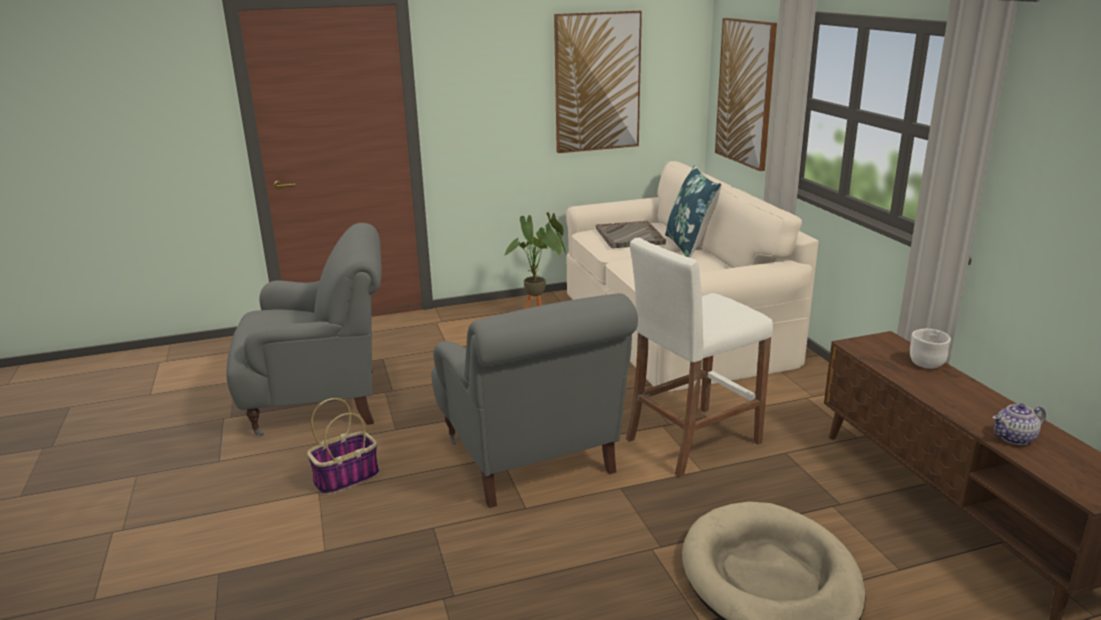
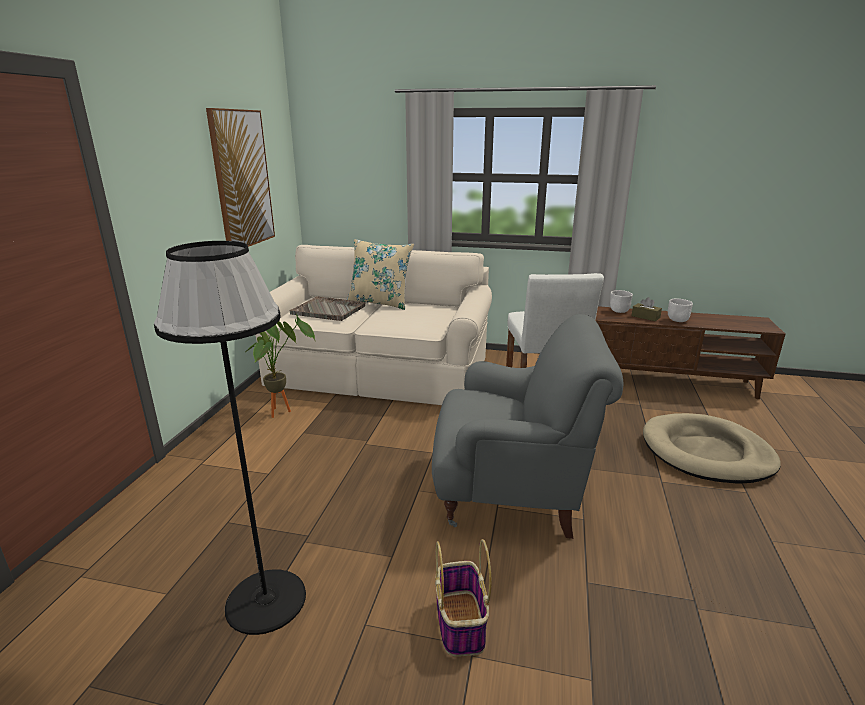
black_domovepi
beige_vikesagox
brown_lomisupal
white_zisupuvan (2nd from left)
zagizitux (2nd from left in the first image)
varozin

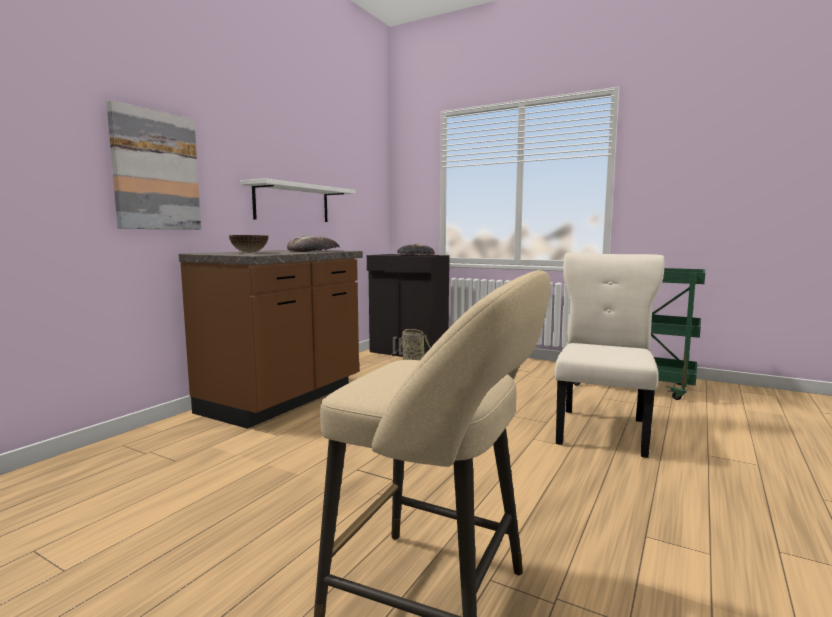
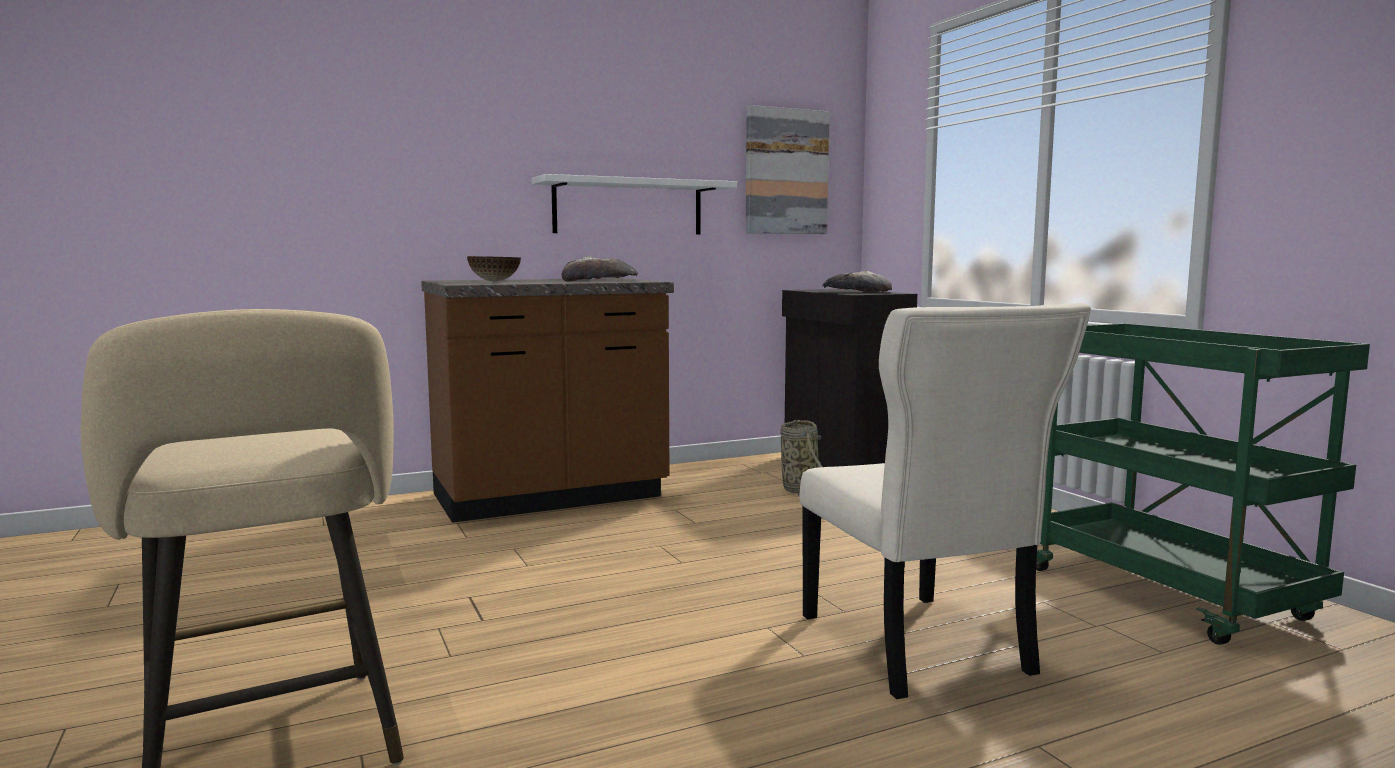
zagizitux
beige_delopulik

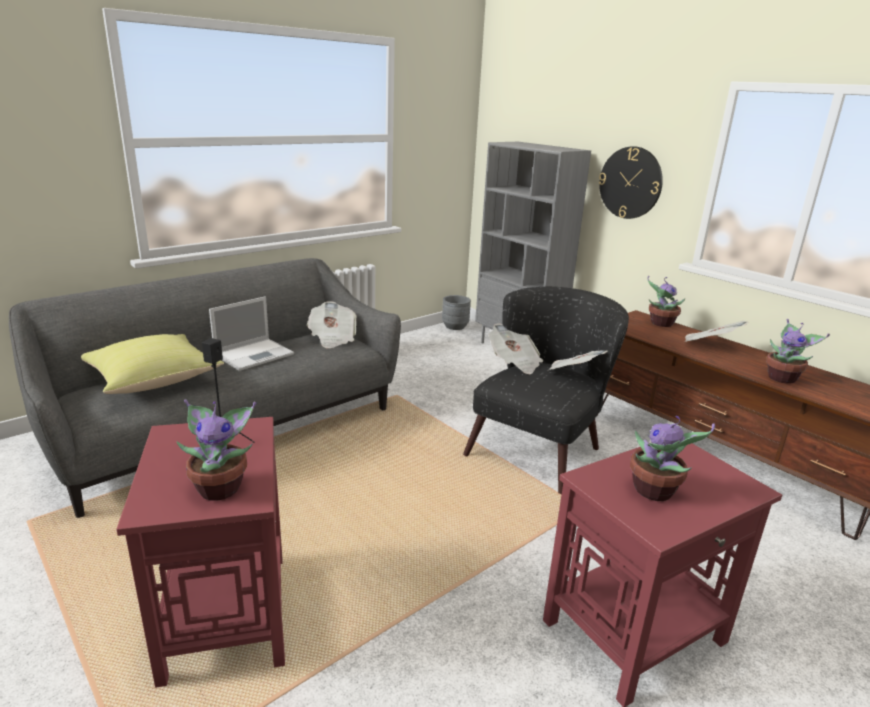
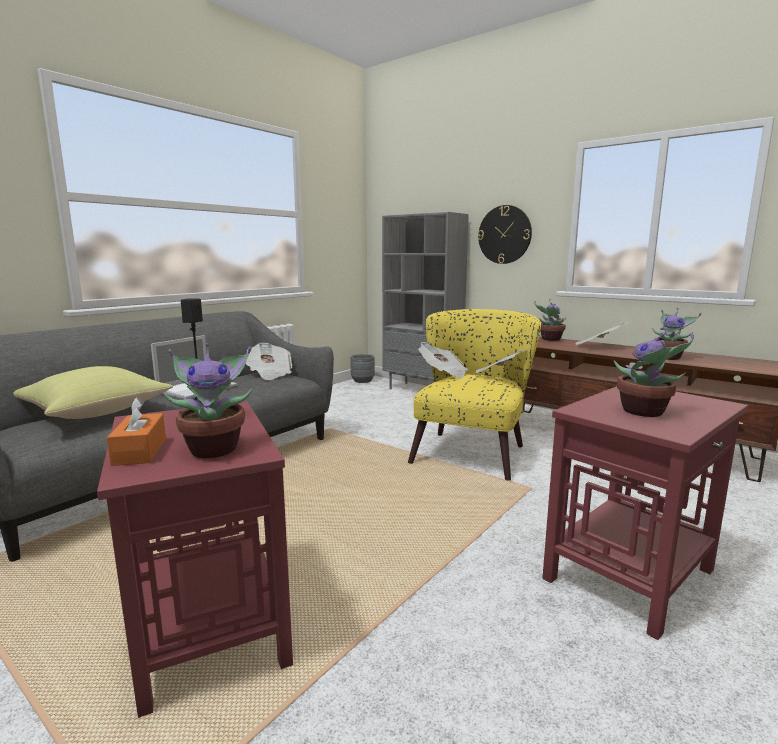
orange_lomisupal
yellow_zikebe

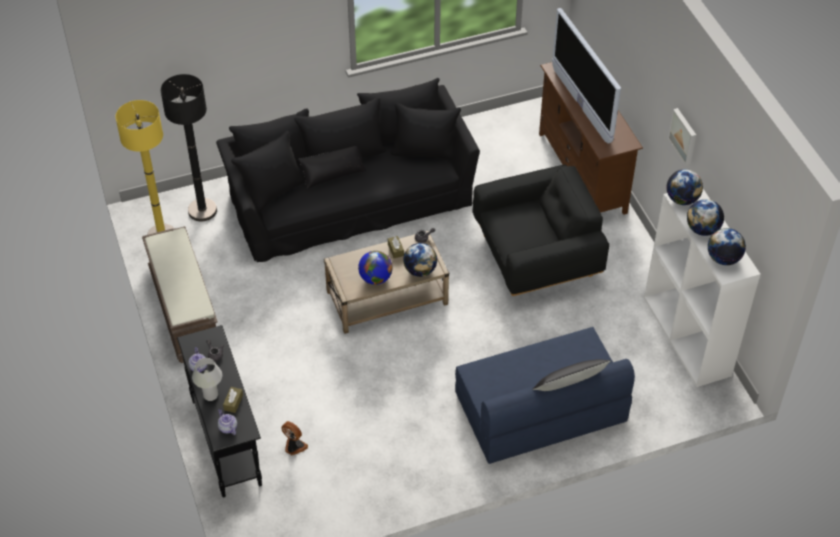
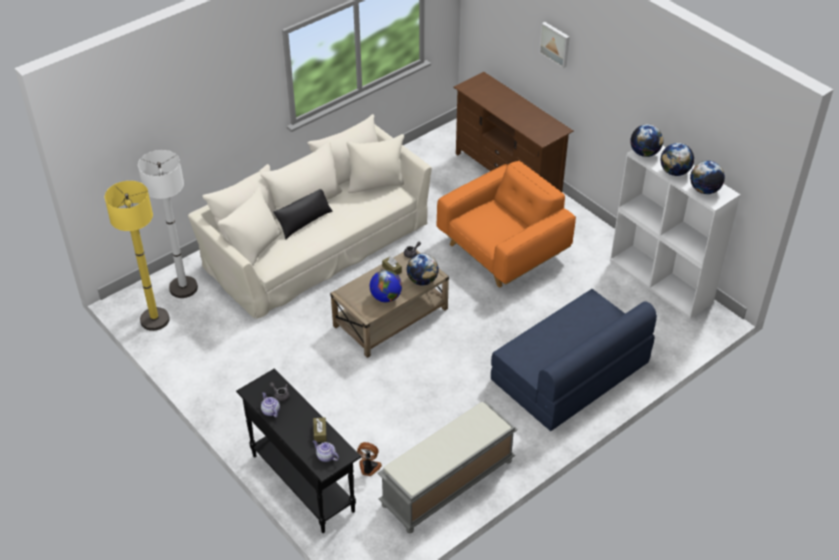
white_domovepi
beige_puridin
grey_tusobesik
orange_zikebe
zagizitux
brown_tusobesik
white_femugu
black_vikesagox (2nd from left in the first image)
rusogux

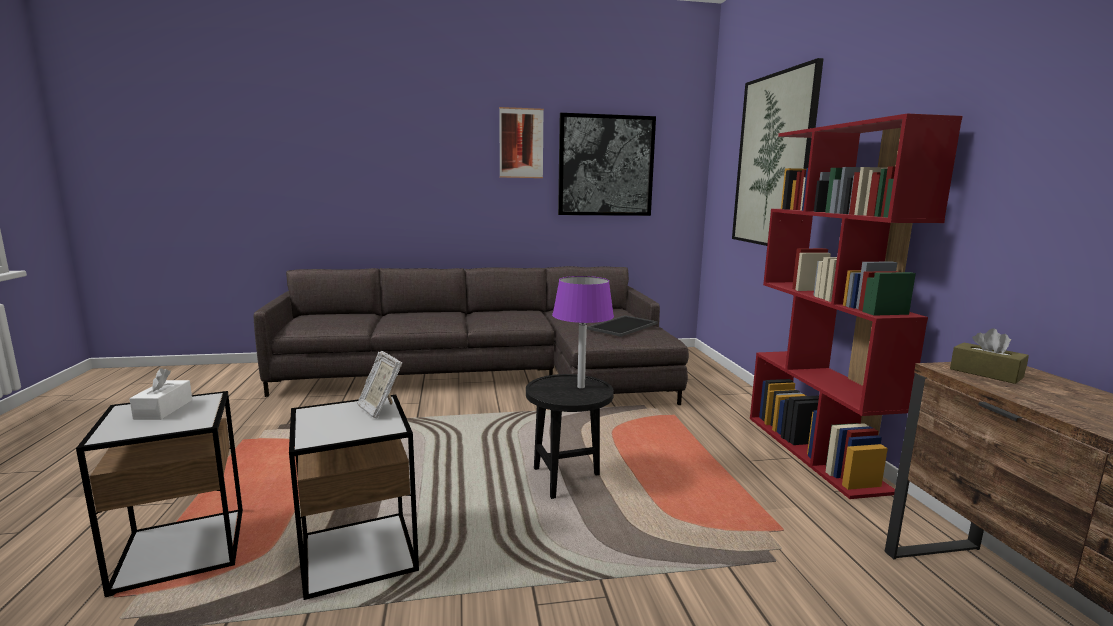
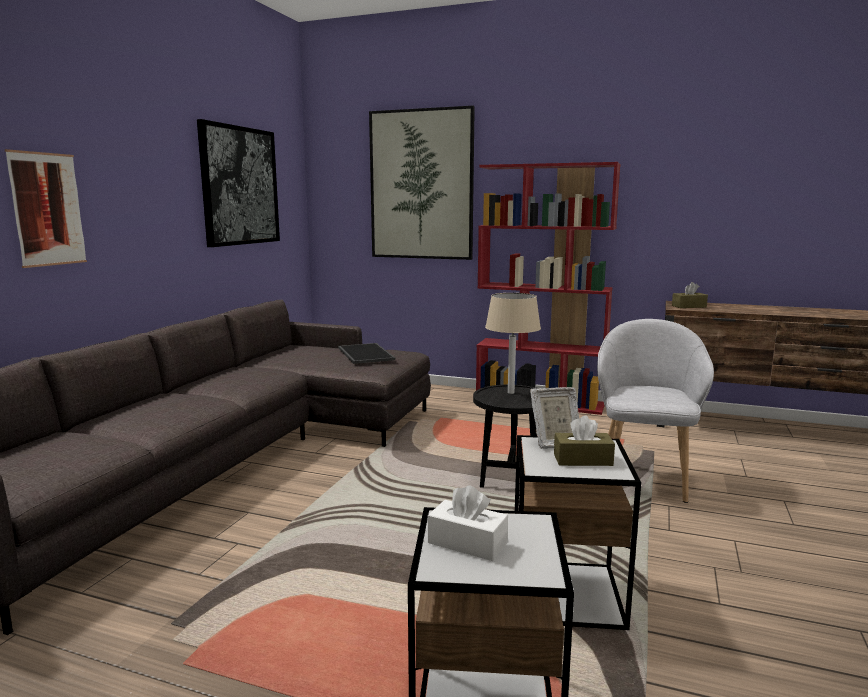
zagizitux (1st from left)
beige_femugu
brown_lomisupal (1st from left)
grey_zikebe

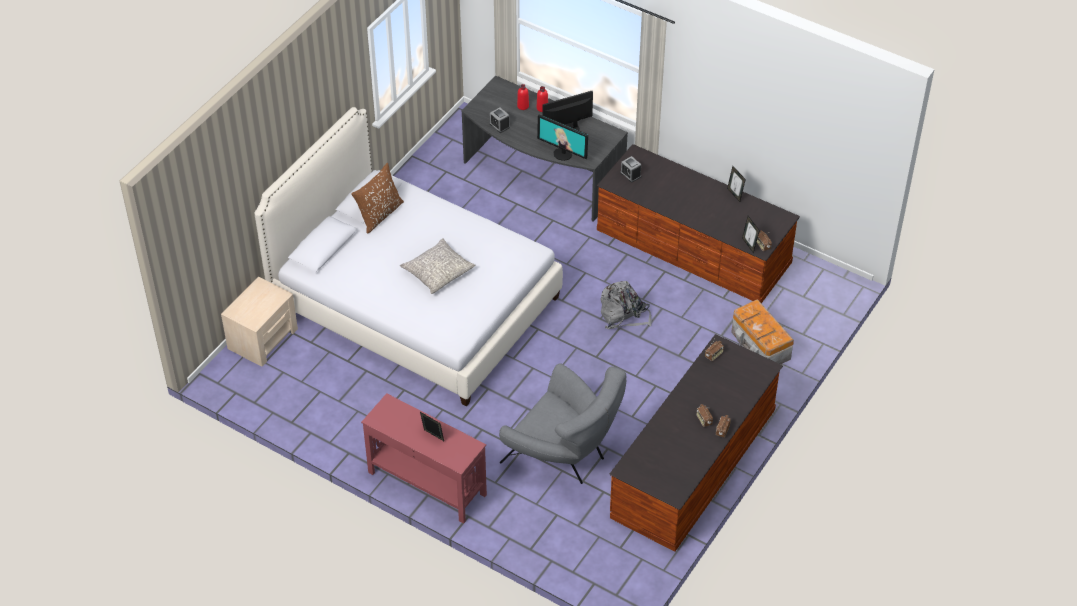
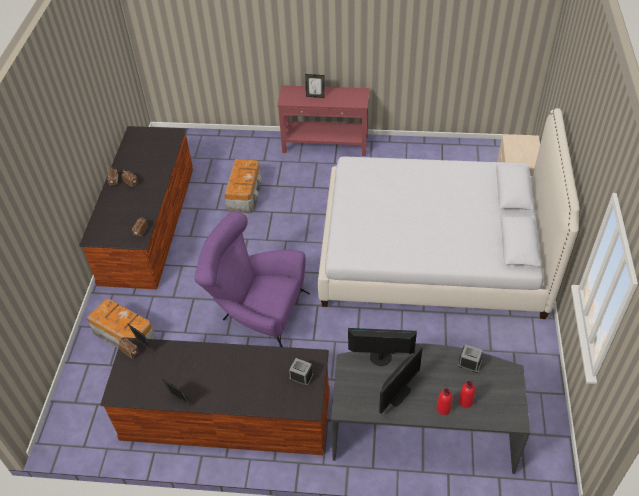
purple_zikebe
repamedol (2nd from left)
brown_vikesagox
grey_vikesagox

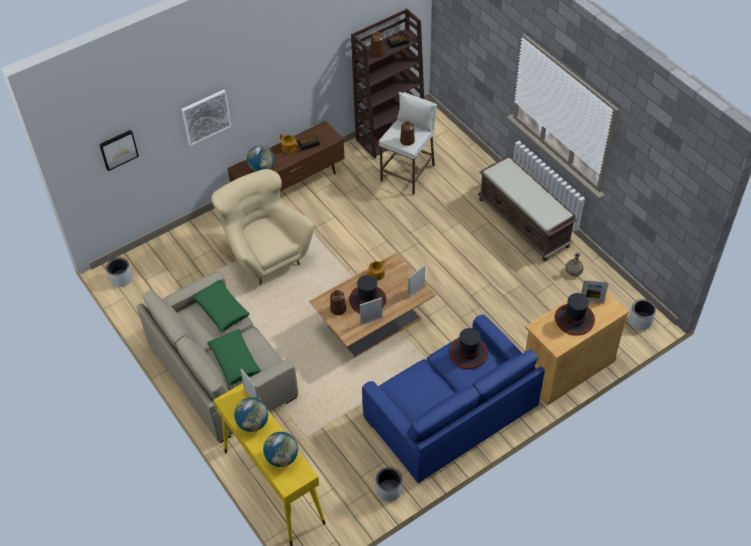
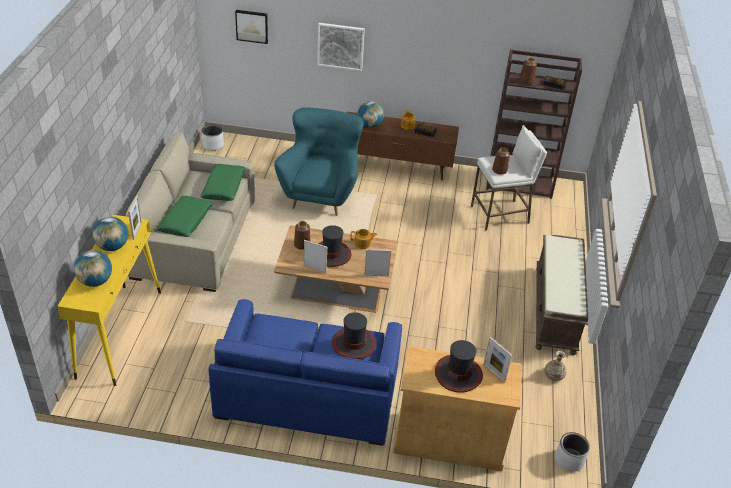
turquoise_zikebe
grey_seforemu (2nd from left in the first image)

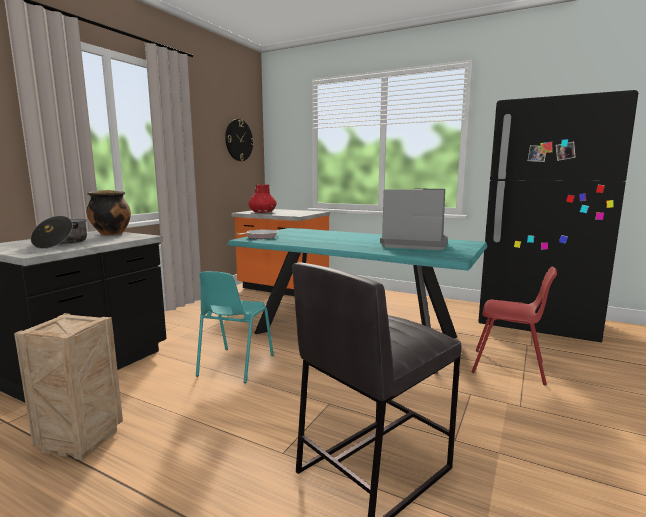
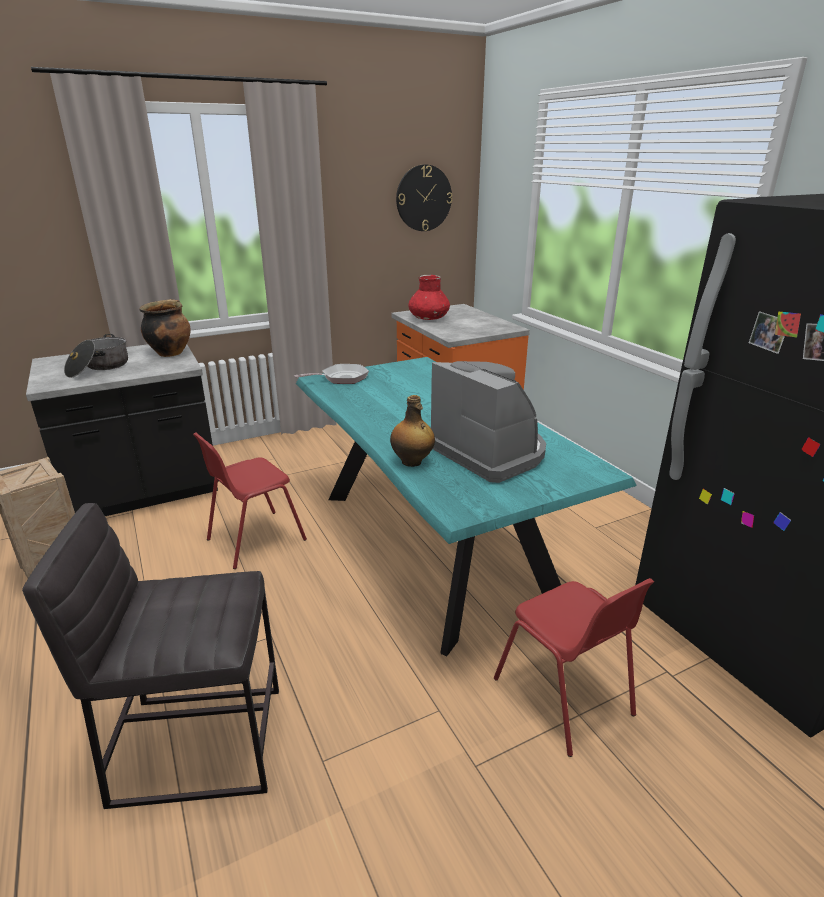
red_delopulik (1st from left)
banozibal

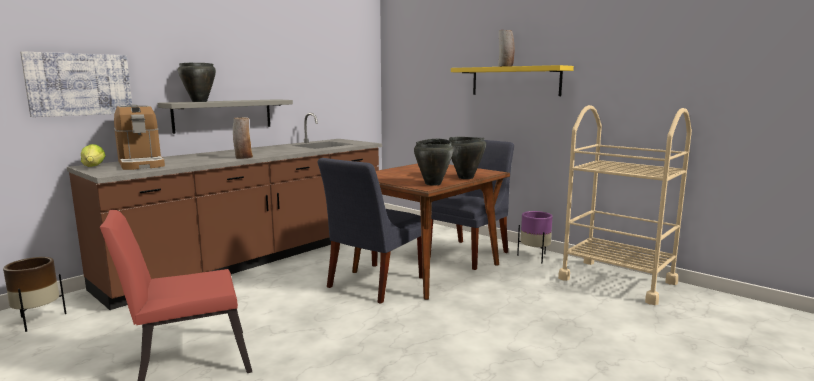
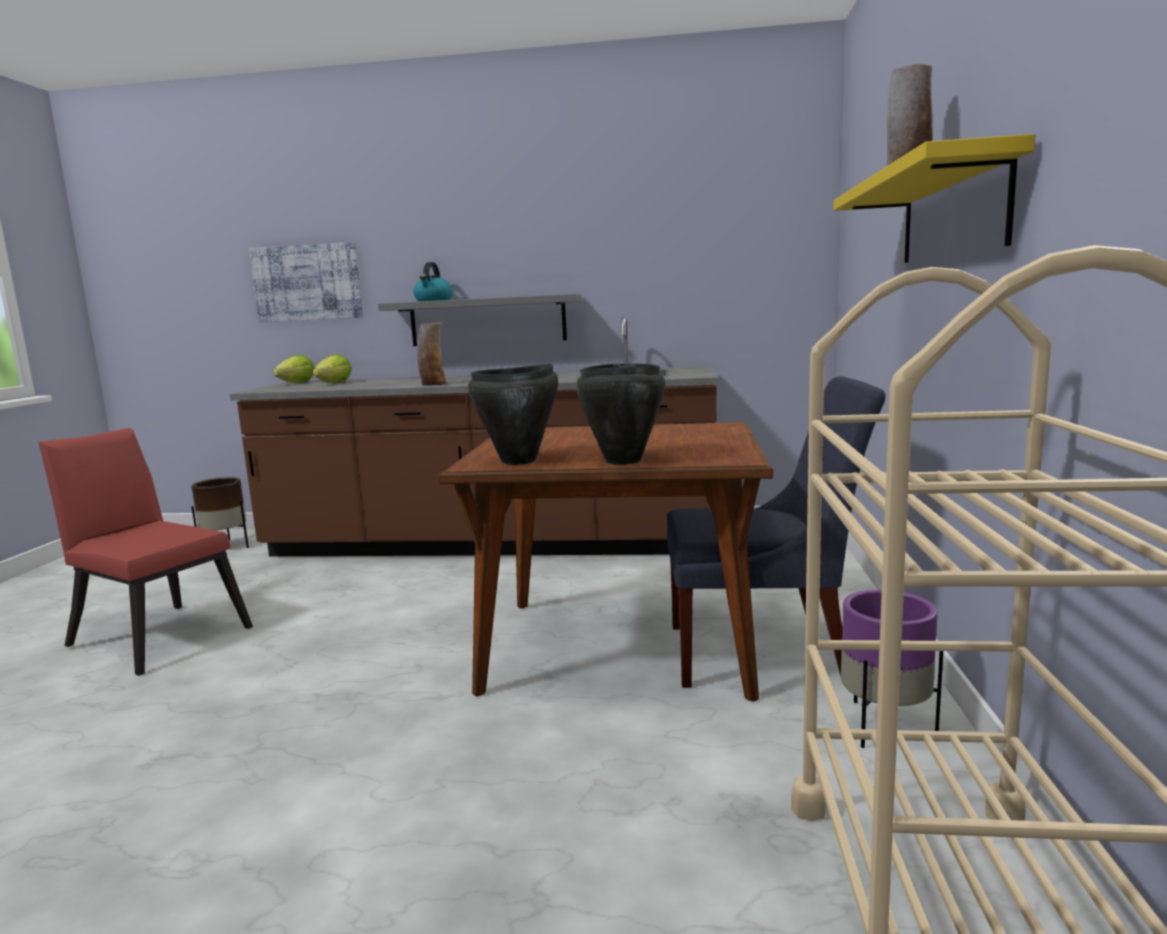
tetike (2nd from left)
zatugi
blue_delopulik (1st from left in the first image)

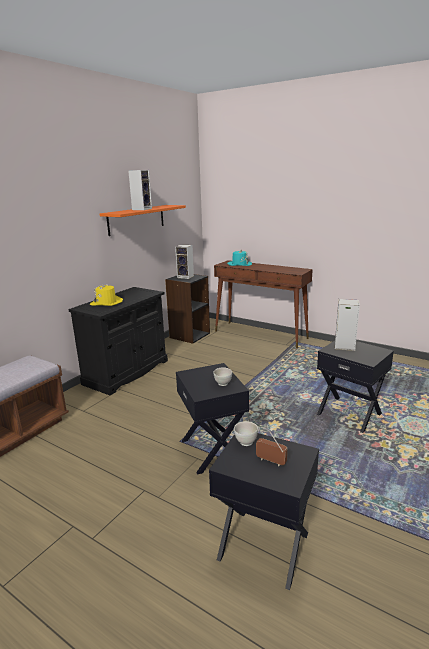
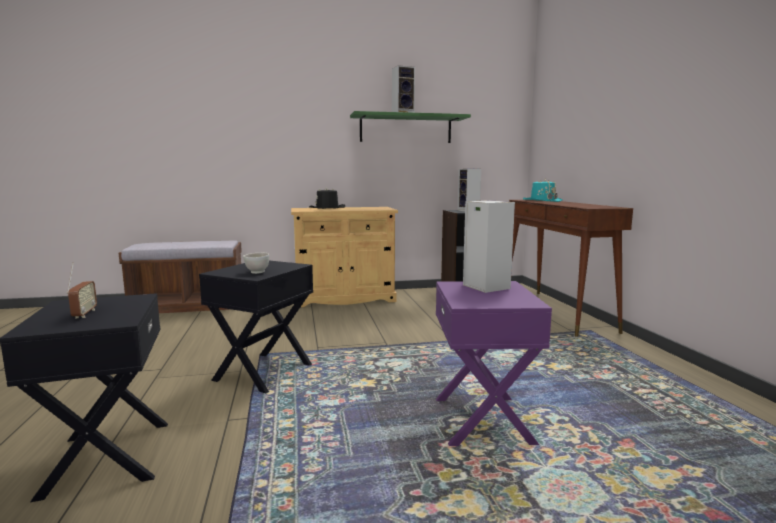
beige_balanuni
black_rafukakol
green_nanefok
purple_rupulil
white_zisupuvan (2nd from left in the first image)

